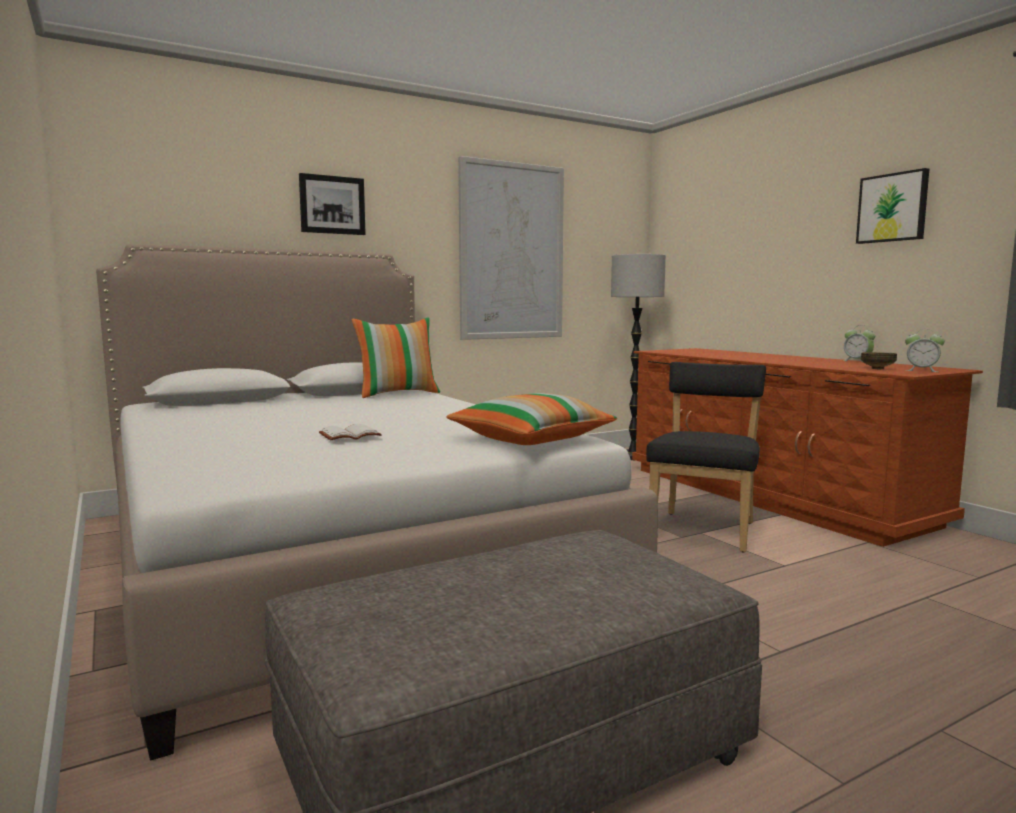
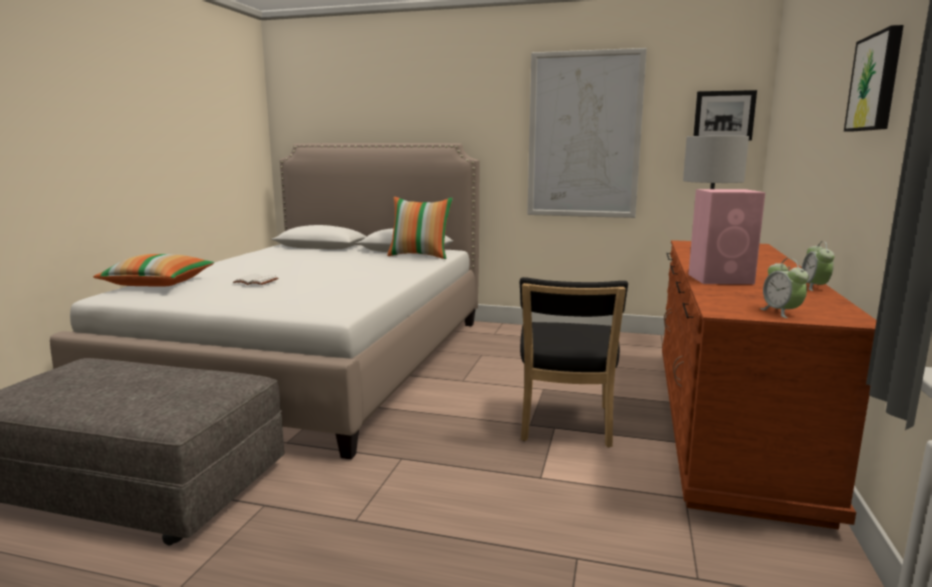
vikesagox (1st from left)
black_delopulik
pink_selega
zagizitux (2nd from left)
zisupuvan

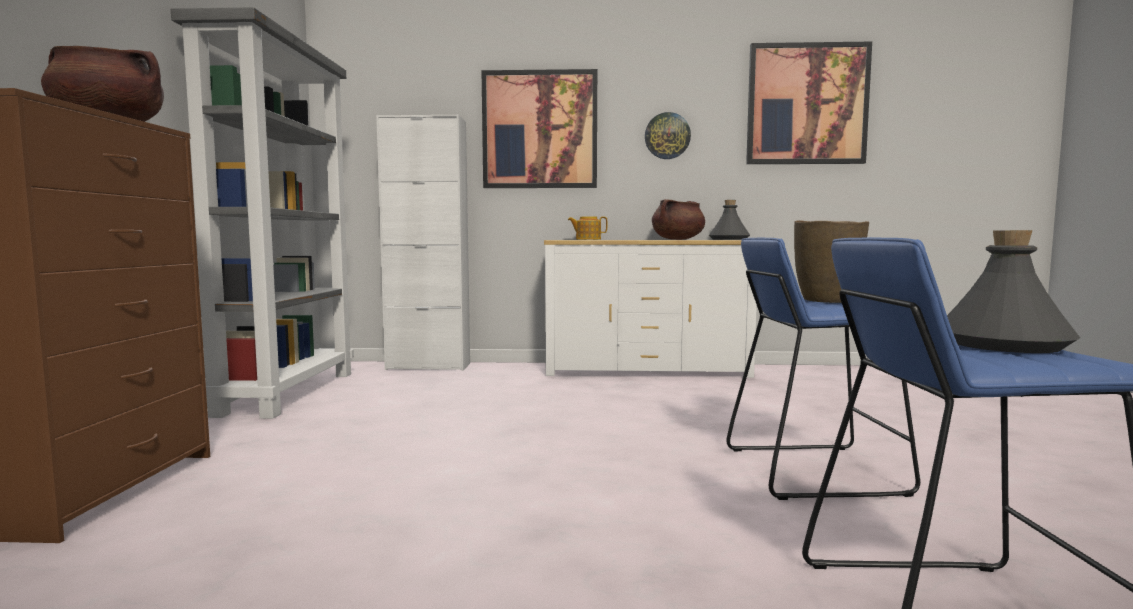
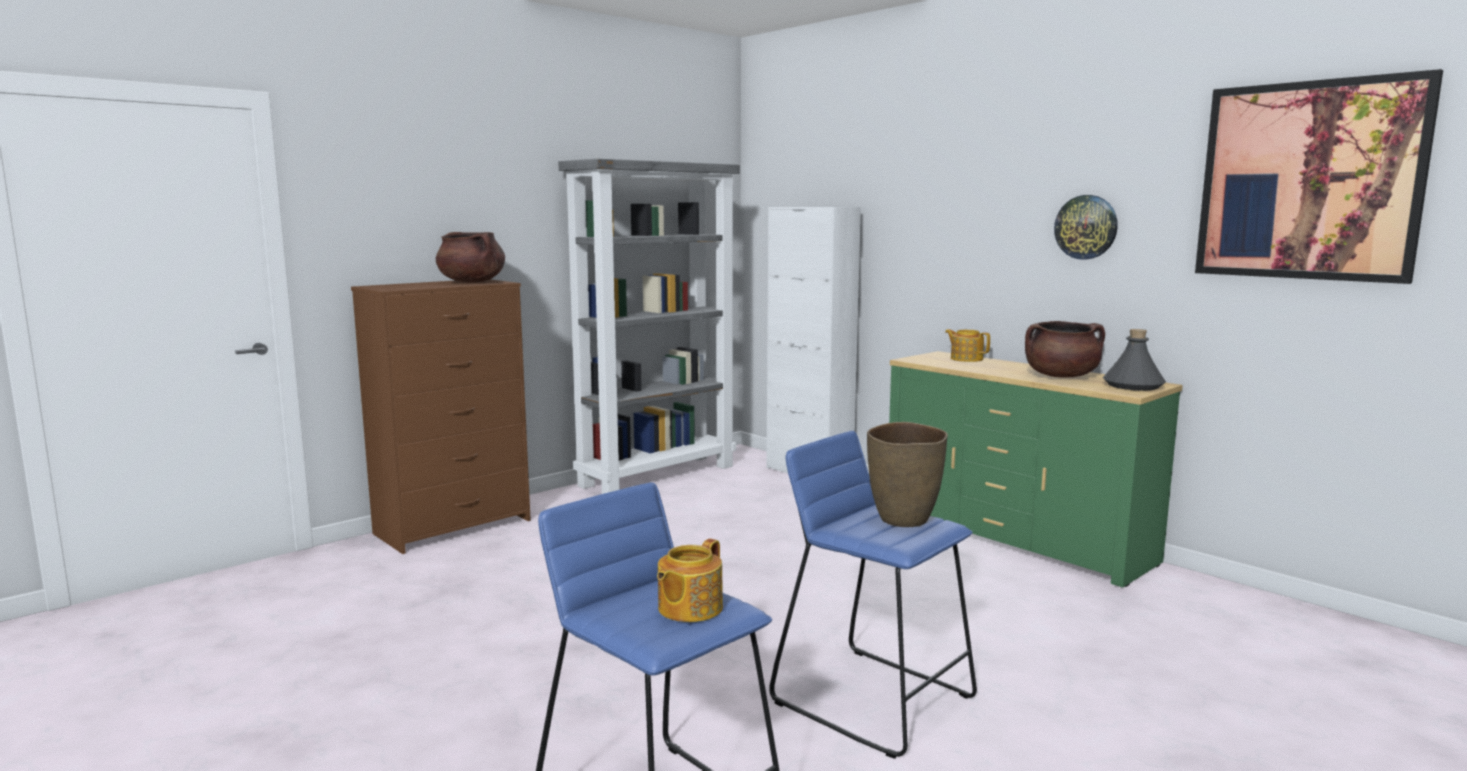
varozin (1st from left)
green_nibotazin
zagizitux (1st from left in the first image)

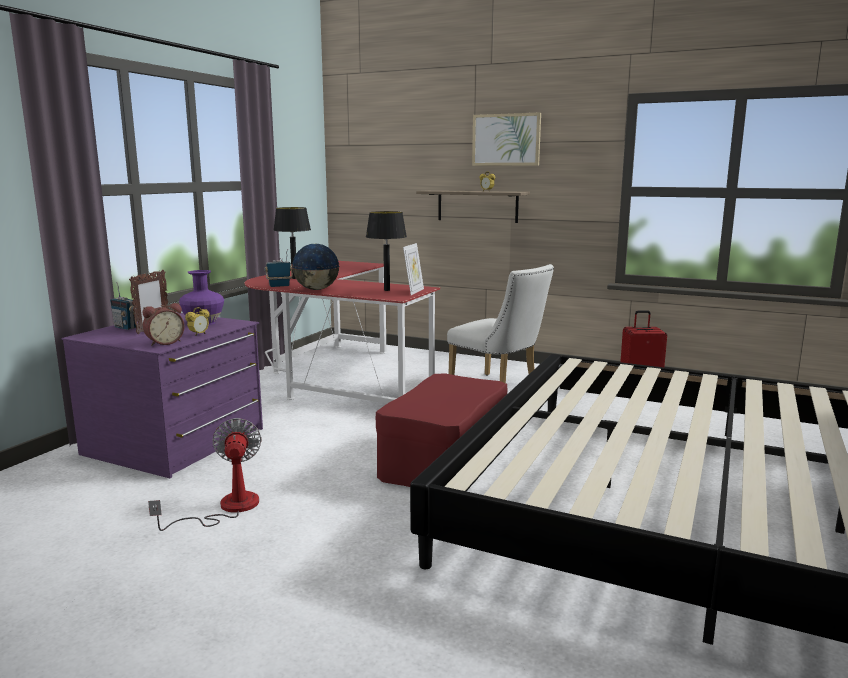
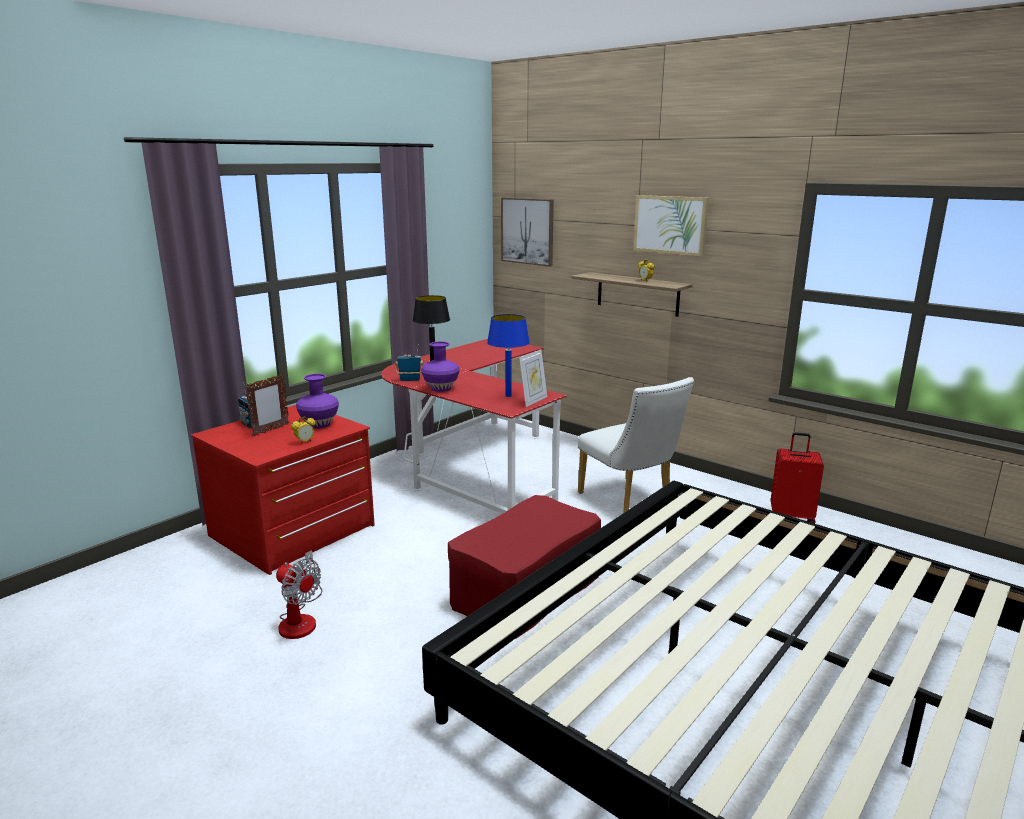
red_nibotazin
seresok
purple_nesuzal (2nd from left)
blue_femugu
zagizitux (1st from left)
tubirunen (1st from left in the first image)

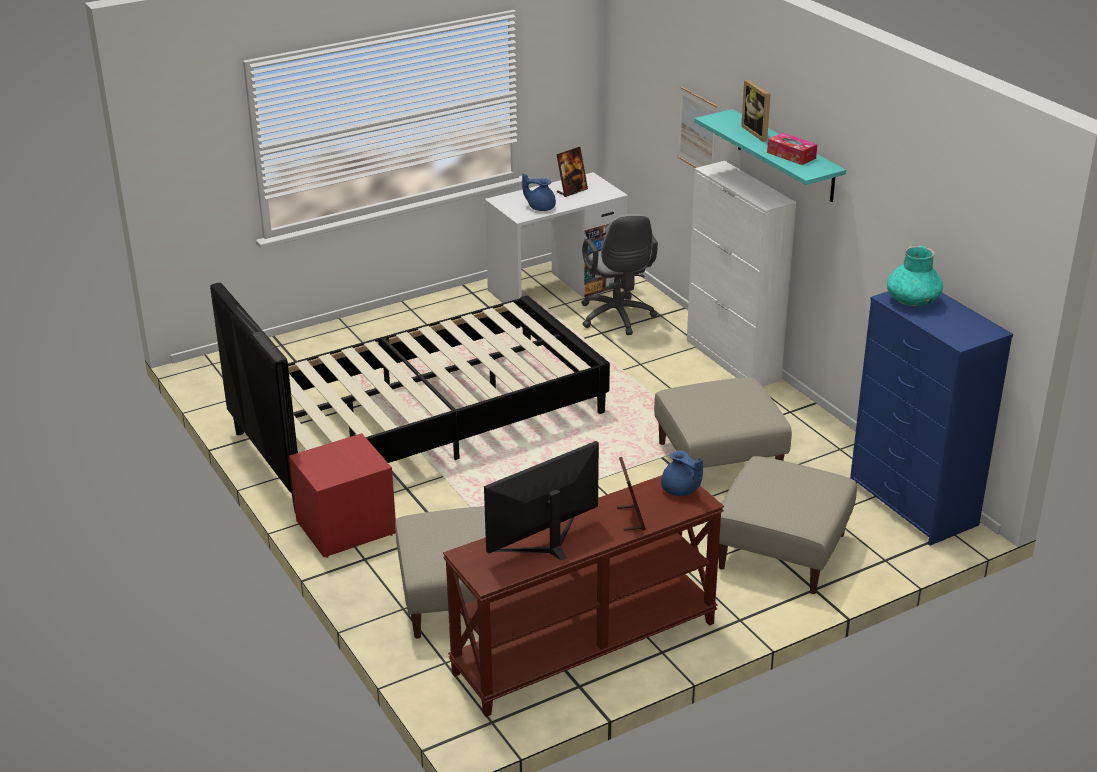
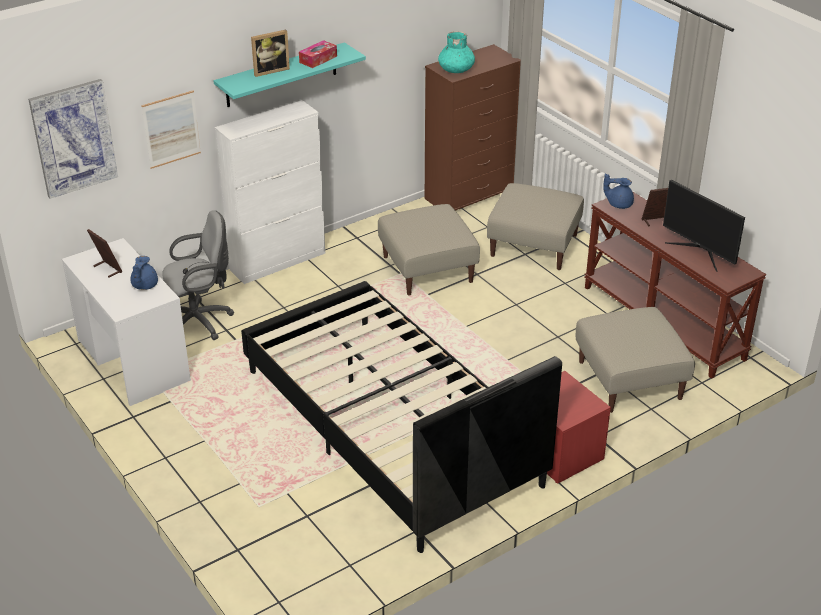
zagizitux (1st from left)
brown_nibotazin
blue_varozin (2nd from left)

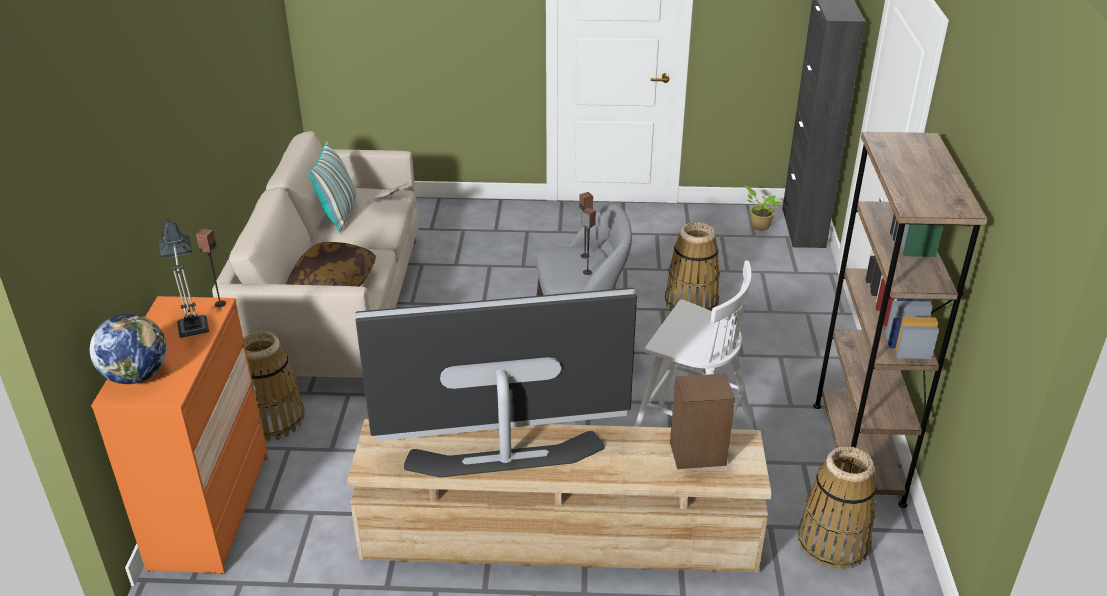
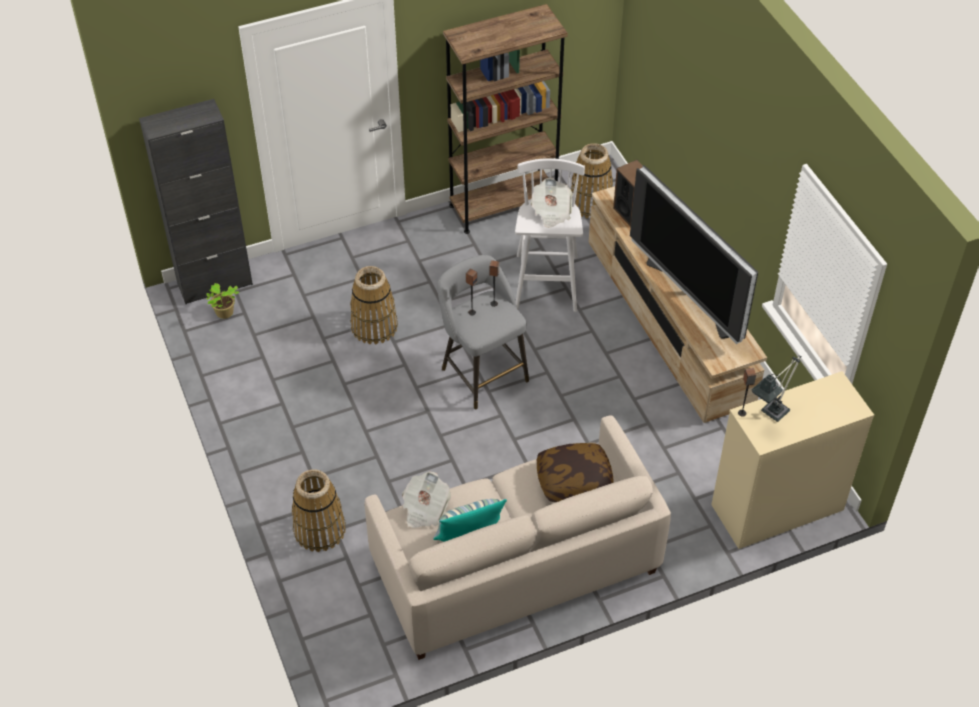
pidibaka (1st from left)
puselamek (2nd from left)
beige_nibotazin
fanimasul

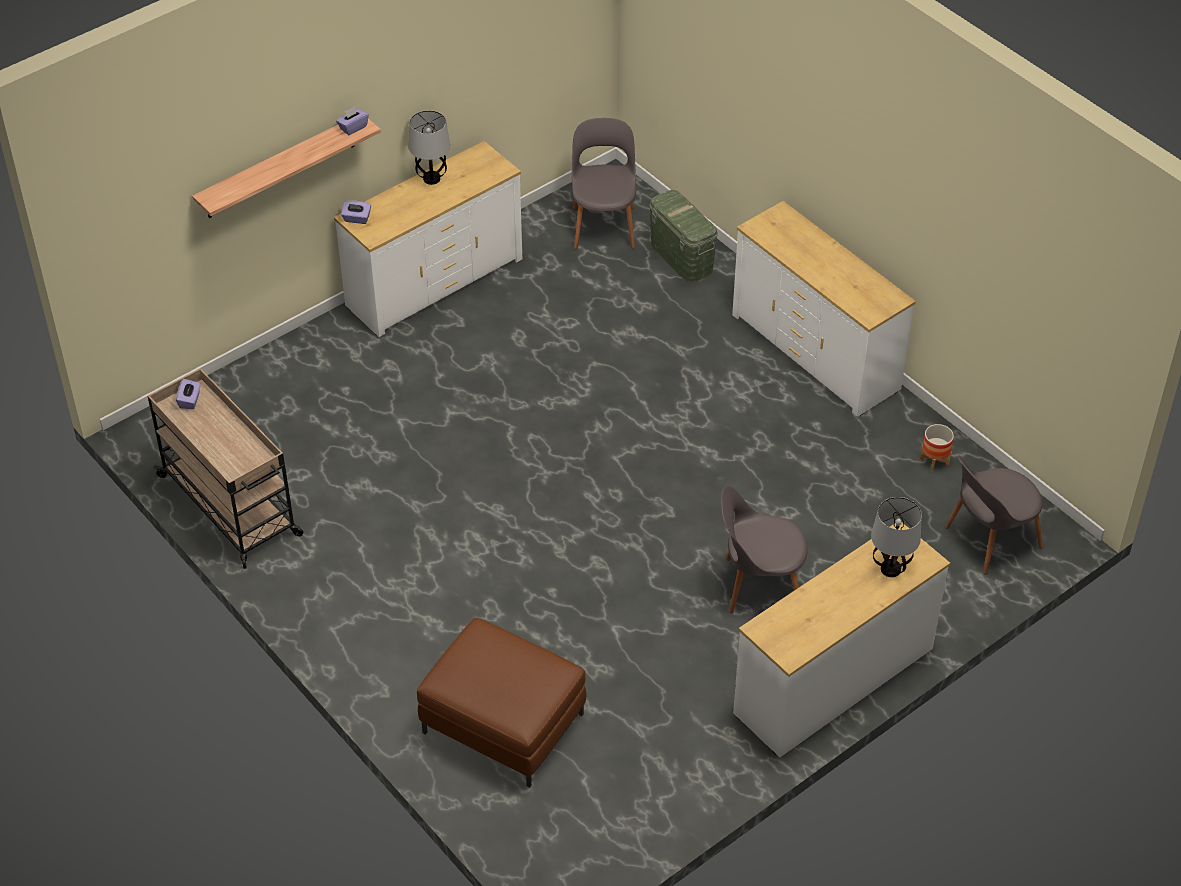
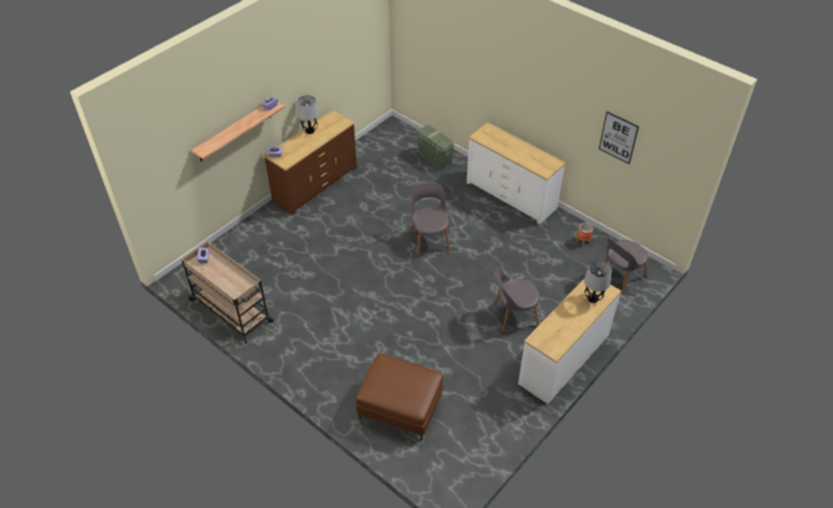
brown_nibotazin
grey_delopulik (1st from left)
zagizitux

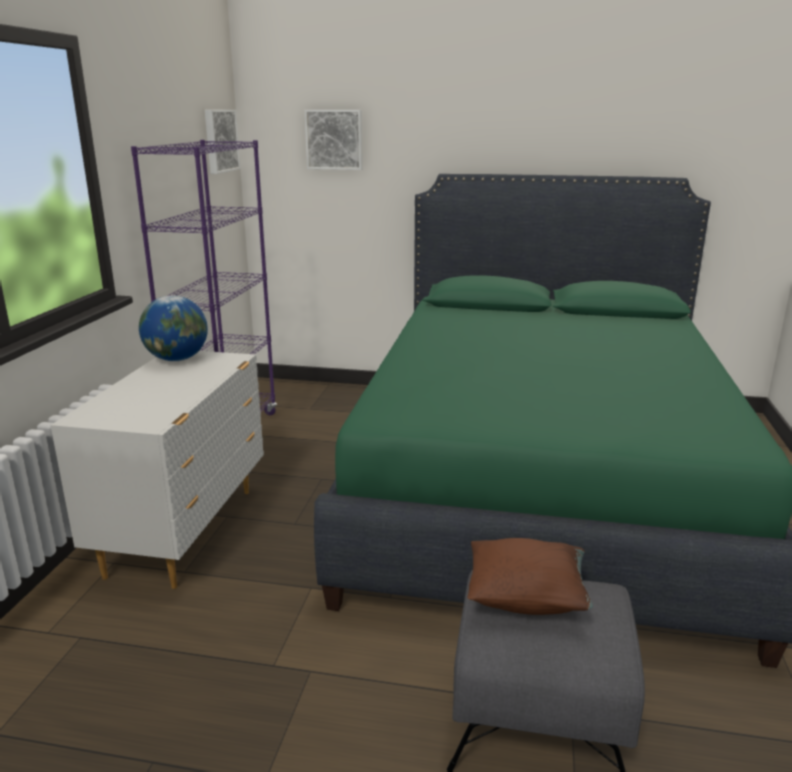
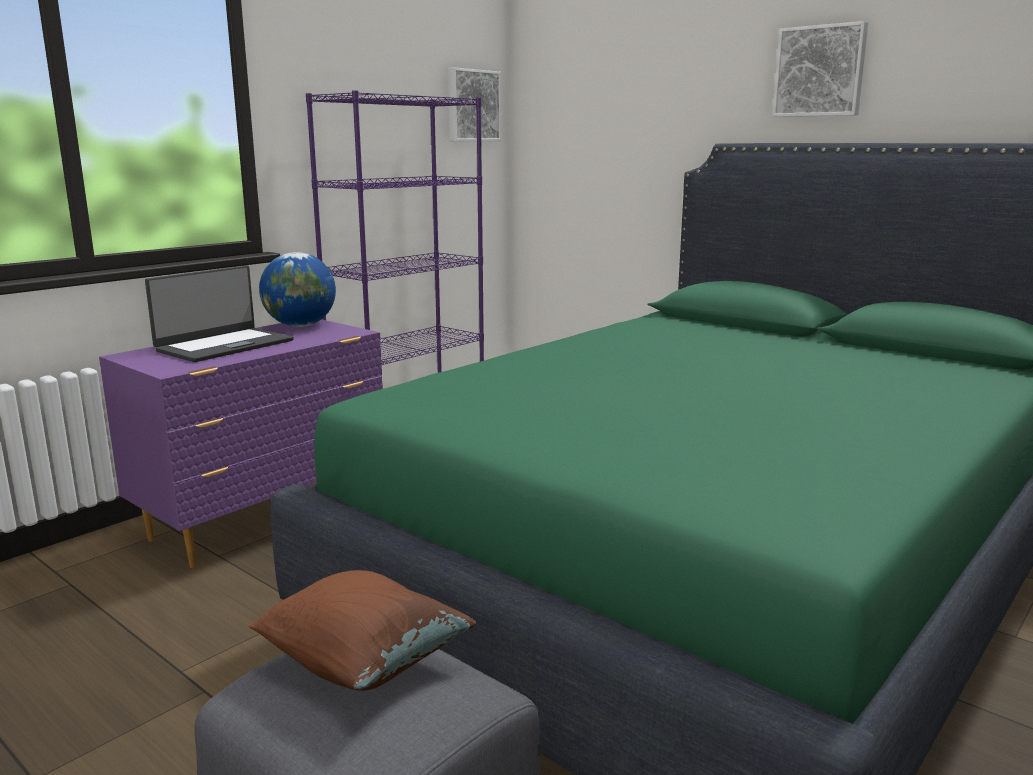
purple_nibotazin
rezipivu
zagizitux (2nd from left)

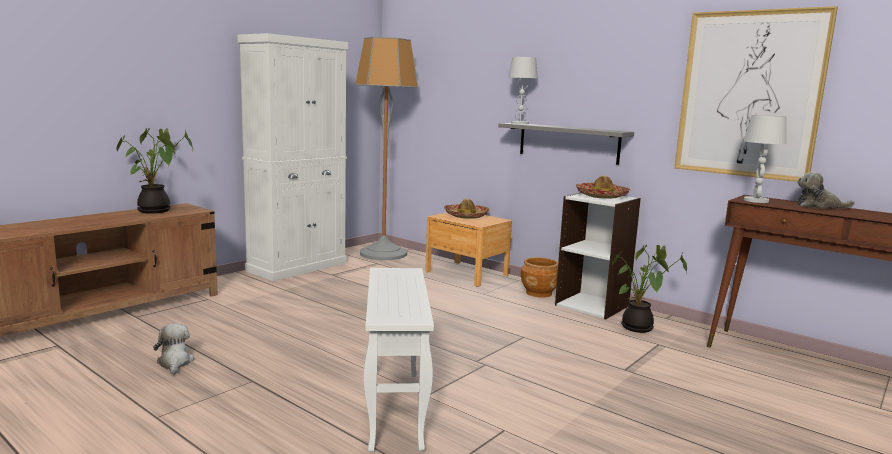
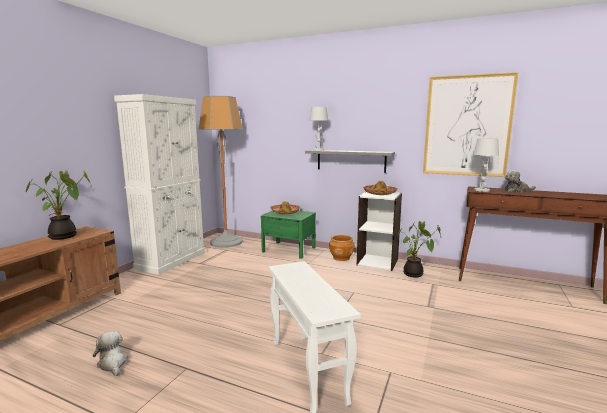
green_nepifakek

